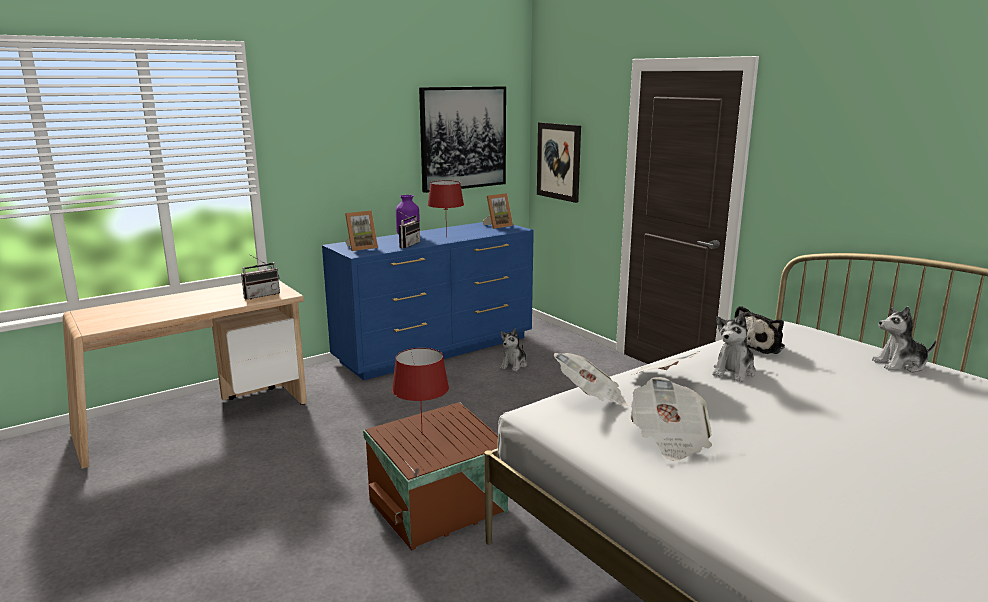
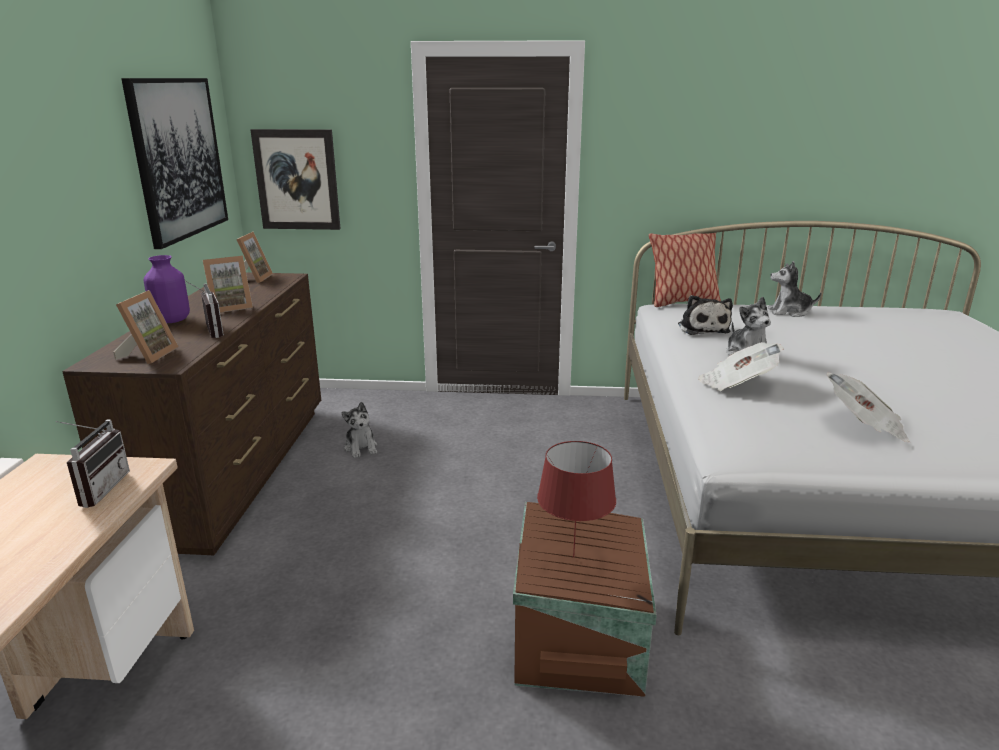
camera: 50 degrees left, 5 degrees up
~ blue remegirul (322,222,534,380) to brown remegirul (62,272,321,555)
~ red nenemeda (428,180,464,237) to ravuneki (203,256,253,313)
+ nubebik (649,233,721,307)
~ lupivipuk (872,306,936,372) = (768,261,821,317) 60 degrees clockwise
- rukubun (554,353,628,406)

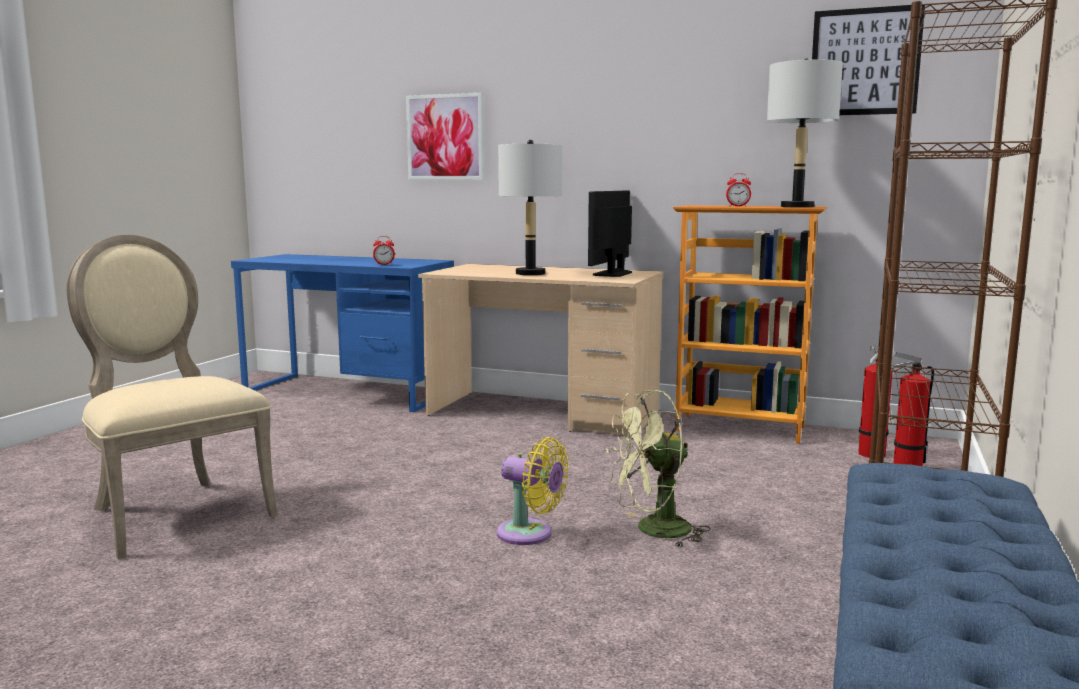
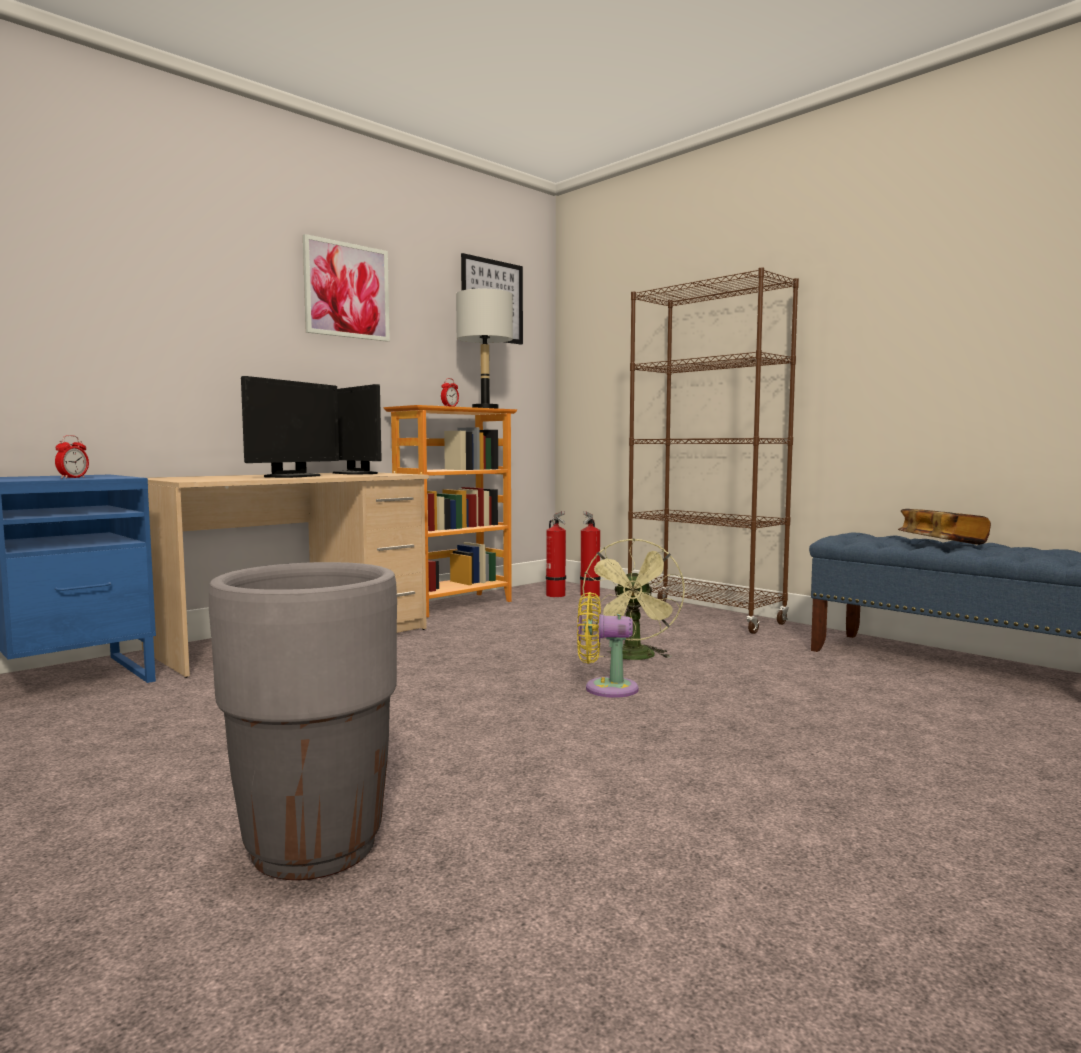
camera: 65 degrees left, 5 degrees down
~ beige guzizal (66,235,278,560) to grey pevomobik (209,562,397,880)
~ grey nenemeda (498,140,562,275) to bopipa (241,376,339,478)
~ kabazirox (406,93,484,180) to (303,234,390,342)
~ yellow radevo (497,437,569,545) = (577,592,638,698) 135 degrees counterclockwise
+ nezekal (898,509,991,545)

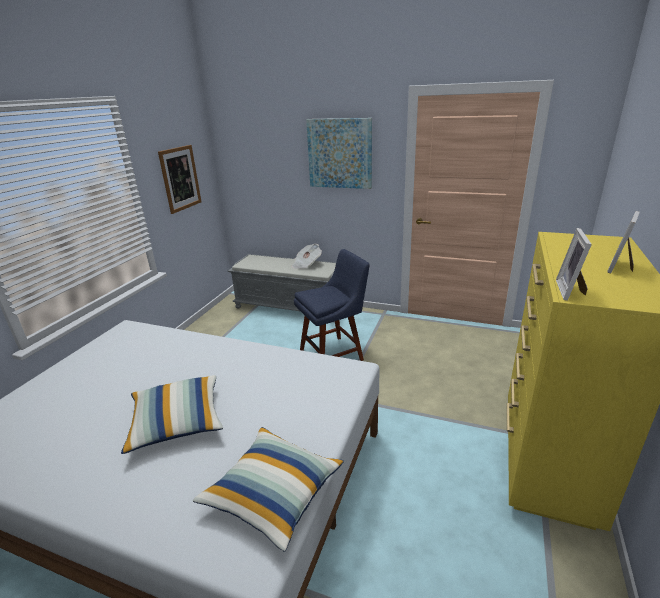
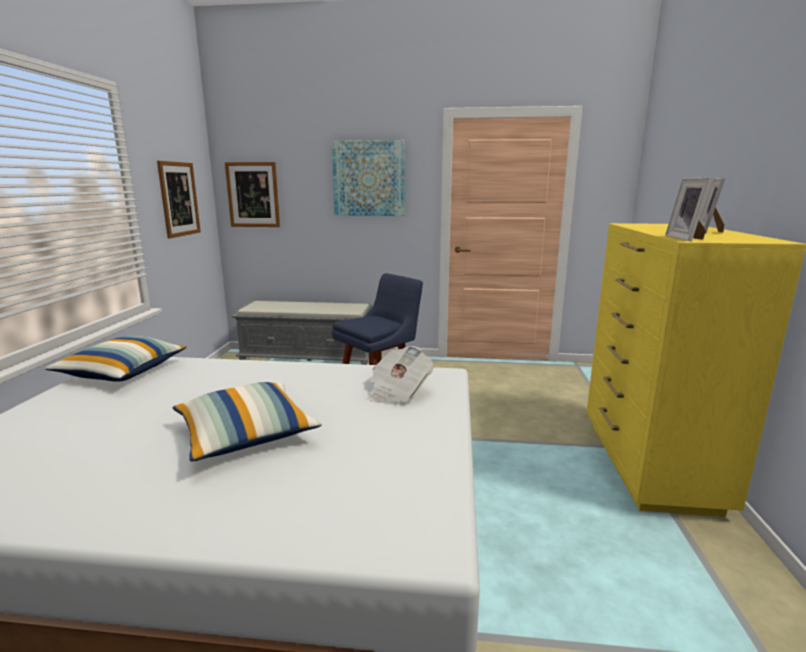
camera: 15 degrees left, 10 degrees down
~ nubebik (193,427,344,551) to (45,336,186,382)
+ kabazirox (225,162,280,227)
~ rukubun (291,244,322,269) to (368,346,433,403)

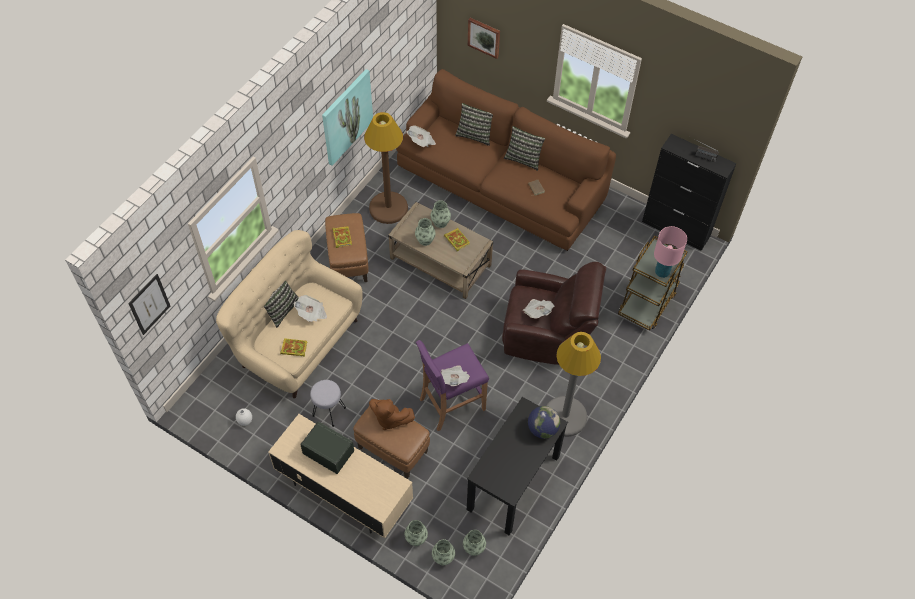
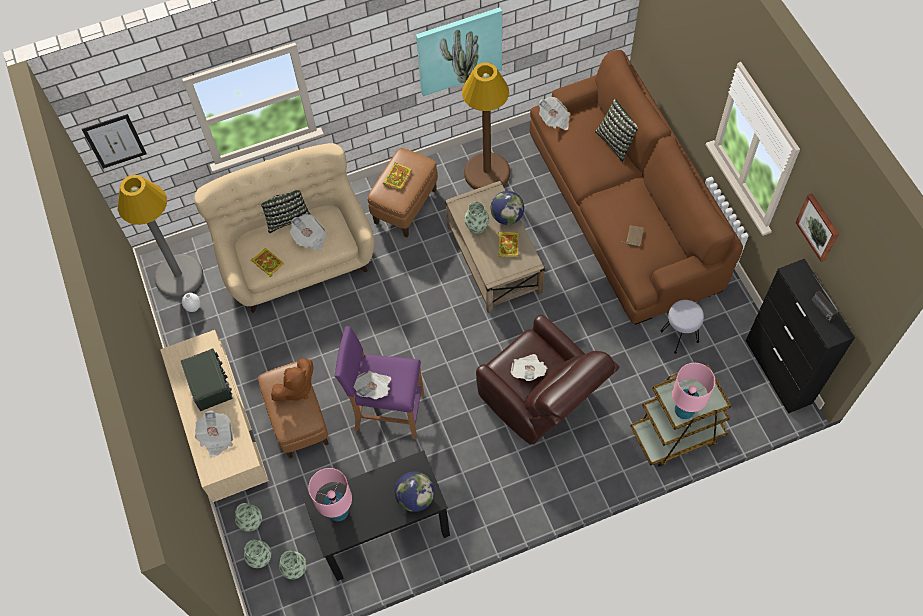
camera: 40 degrees right, 5 degrees up
~ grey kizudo (546,332,601,437) to (118,175,203,298)
+ rukubun (195,410,233,457)
~ brown lupivipuk (369,399,415,430) = (271,358,313,401) 105 degrees counterclockwise
+ pink nenemeda (308,468,352,521)
~ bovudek (431,200,451,228) to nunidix (491,191,524,225)
~ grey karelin (310,380,346,427) to (661,300,704,354)
~ kabazirox (468,18,500,59) to (795,193,839,262)
- nubebik (504,126,545,171)

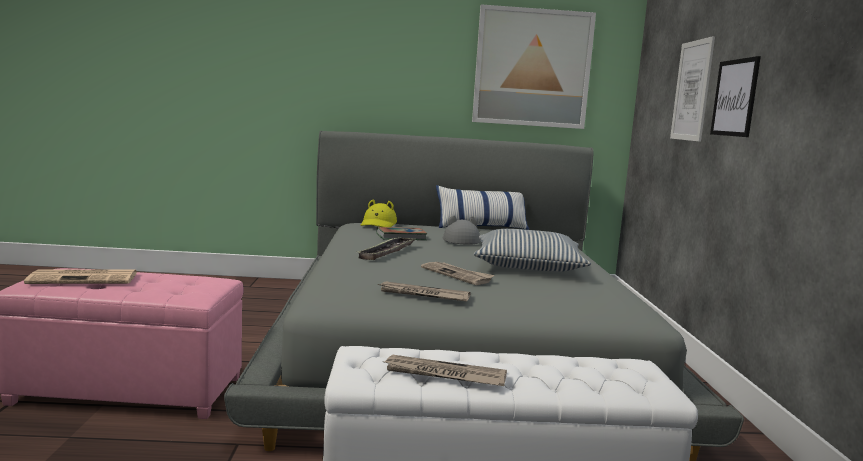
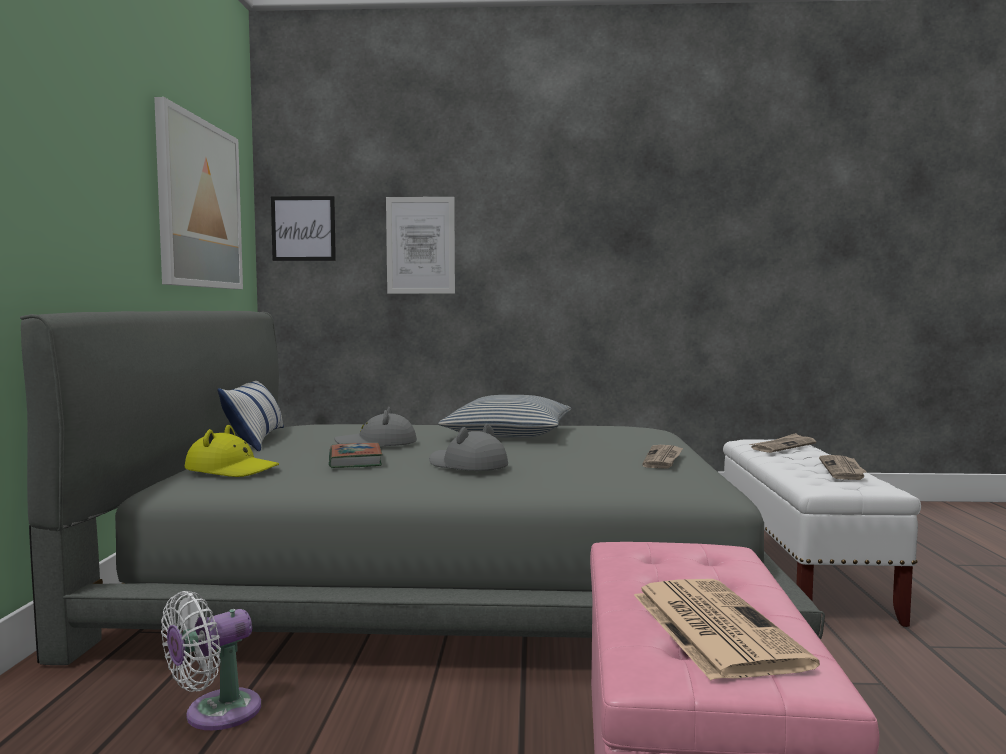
camera: 85 degrees left, 5 degrees down
+ white radevo (161,591,261,730)
~ kabazirox (710,56,761,137) to (271,196,336,261)
~ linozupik (356,237,415,260) to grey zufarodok (429,424,508,471)
~ rukubun (421,262,494,285) to (749,433,816,453)

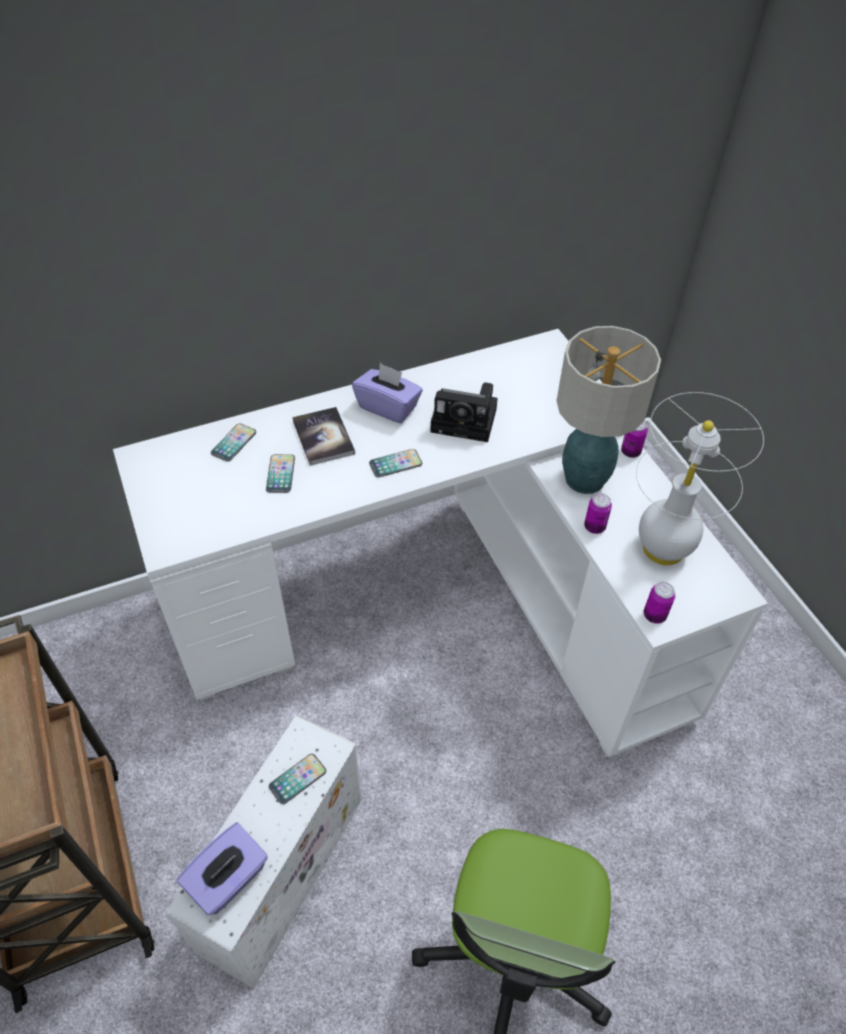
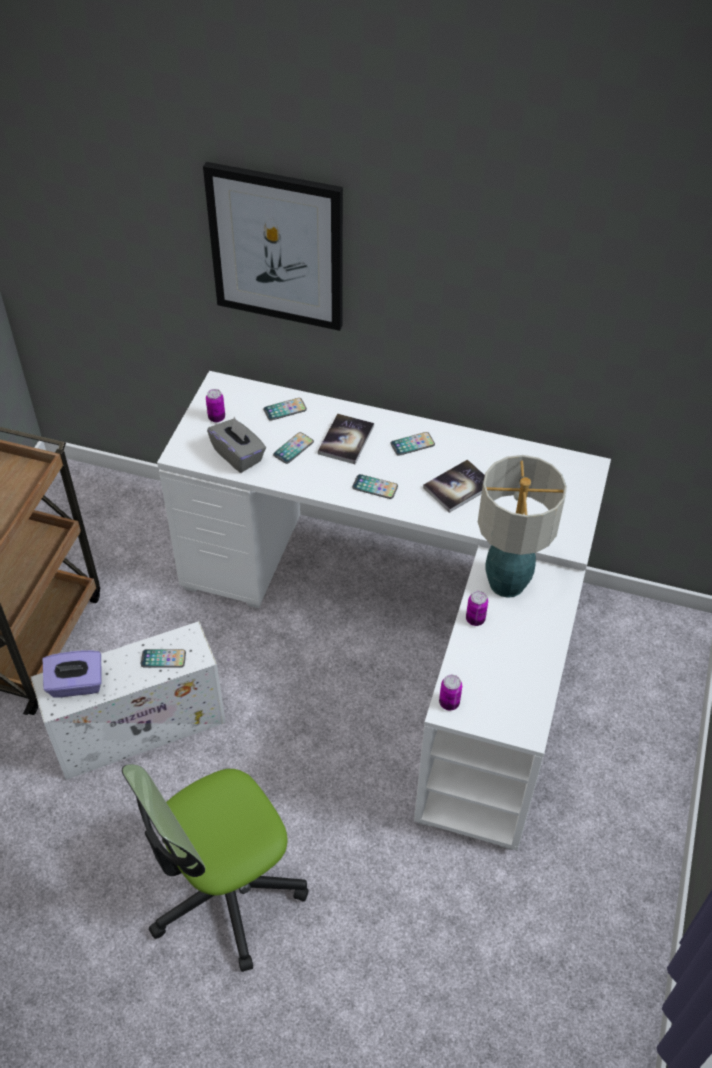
camera: 40 degrees right, 0 degrees up
+ kabazirox (203,162,343,331)
~ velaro (621,421,648,458) to (206,389,225,422)
+ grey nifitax (207,417,266,473)
~ purple nifitax (352,363,423,423) to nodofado (390,432,435,456)
~ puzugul (430,382,498,442) to nezekal (423,459,485,513)
- white nenemeda (636,392,764,565)

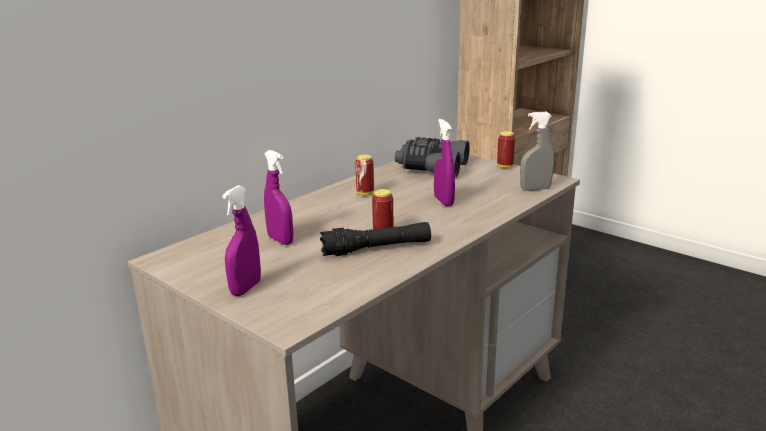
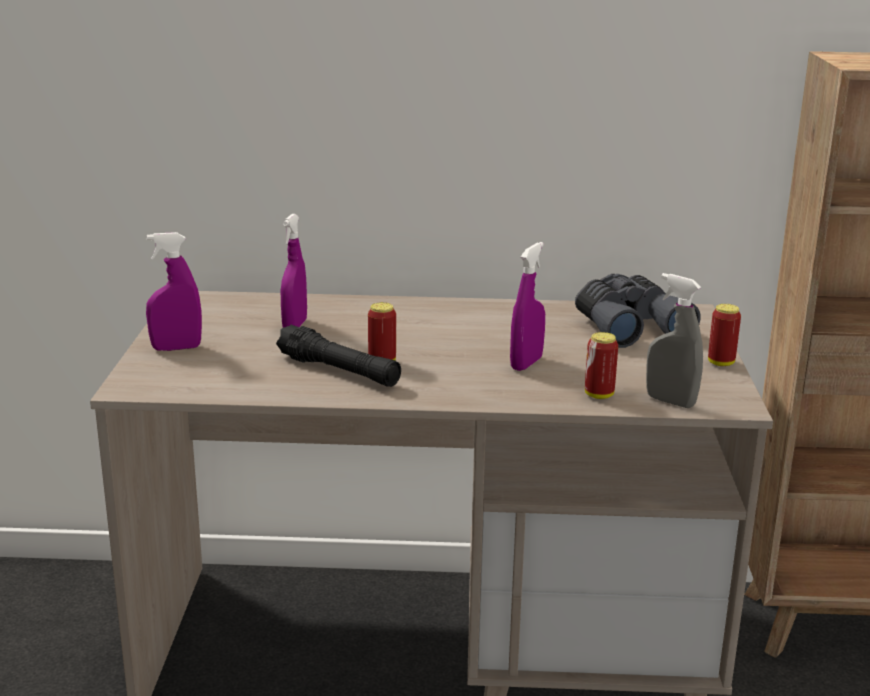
camera: 50 degrees right, 0 degrees up
~ velaro (355,155,374,196) to (585,332,618,399)

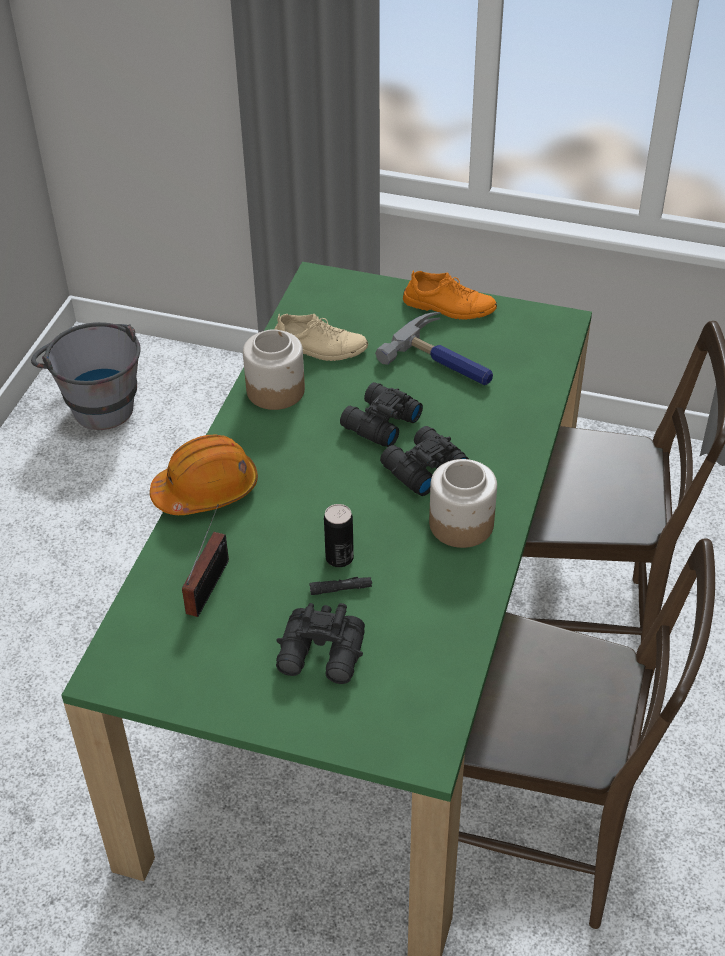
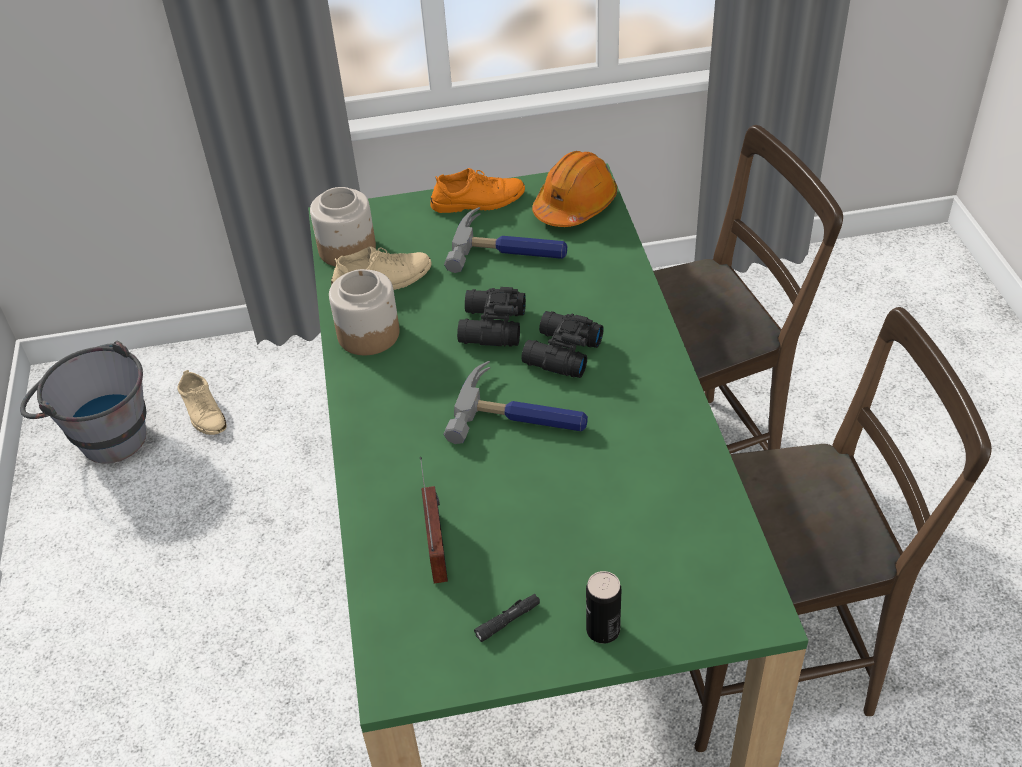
camera: 25 degrees left, 0 degrees up
+ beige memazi (178,370,227,435)
~ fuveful (429,459,497,548) to (310,187,376,267)
+ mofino (443,361,588,444)
~ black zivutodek (309,577,372,595) to (474,594,540,642)
~ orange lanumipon (150,435,258,515) to (532,151,617,227)
~ velaro (324,504,354,567) to (586,571,621,644)
- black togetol (276,603,365,684)

